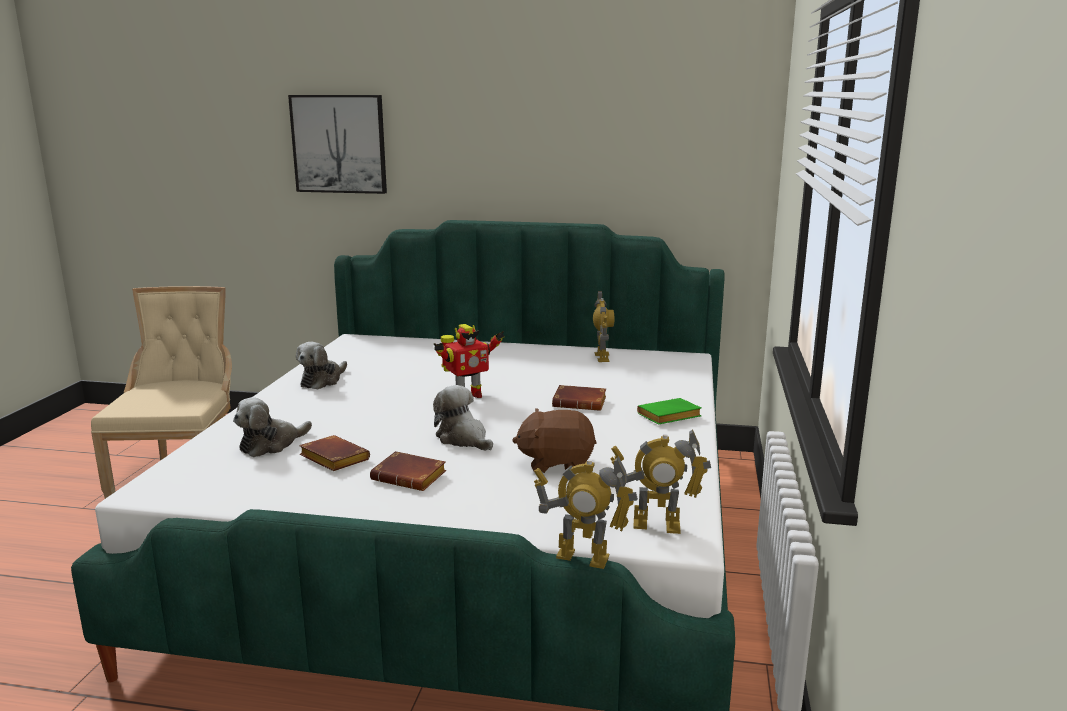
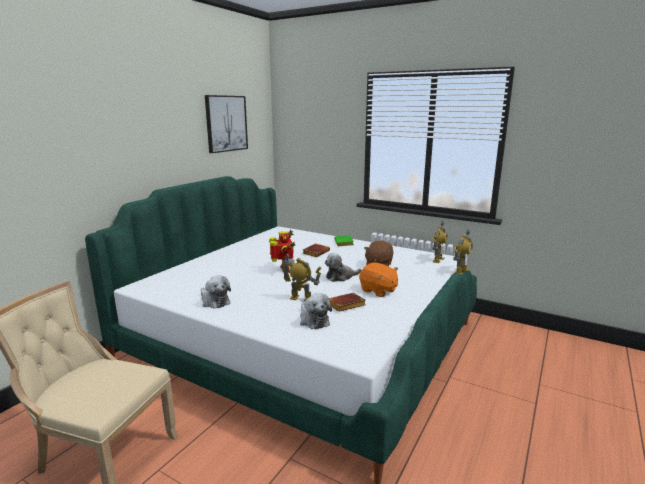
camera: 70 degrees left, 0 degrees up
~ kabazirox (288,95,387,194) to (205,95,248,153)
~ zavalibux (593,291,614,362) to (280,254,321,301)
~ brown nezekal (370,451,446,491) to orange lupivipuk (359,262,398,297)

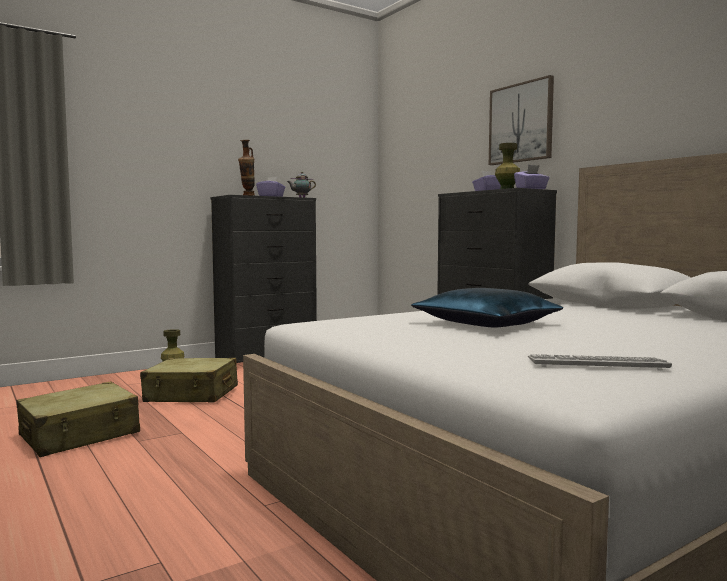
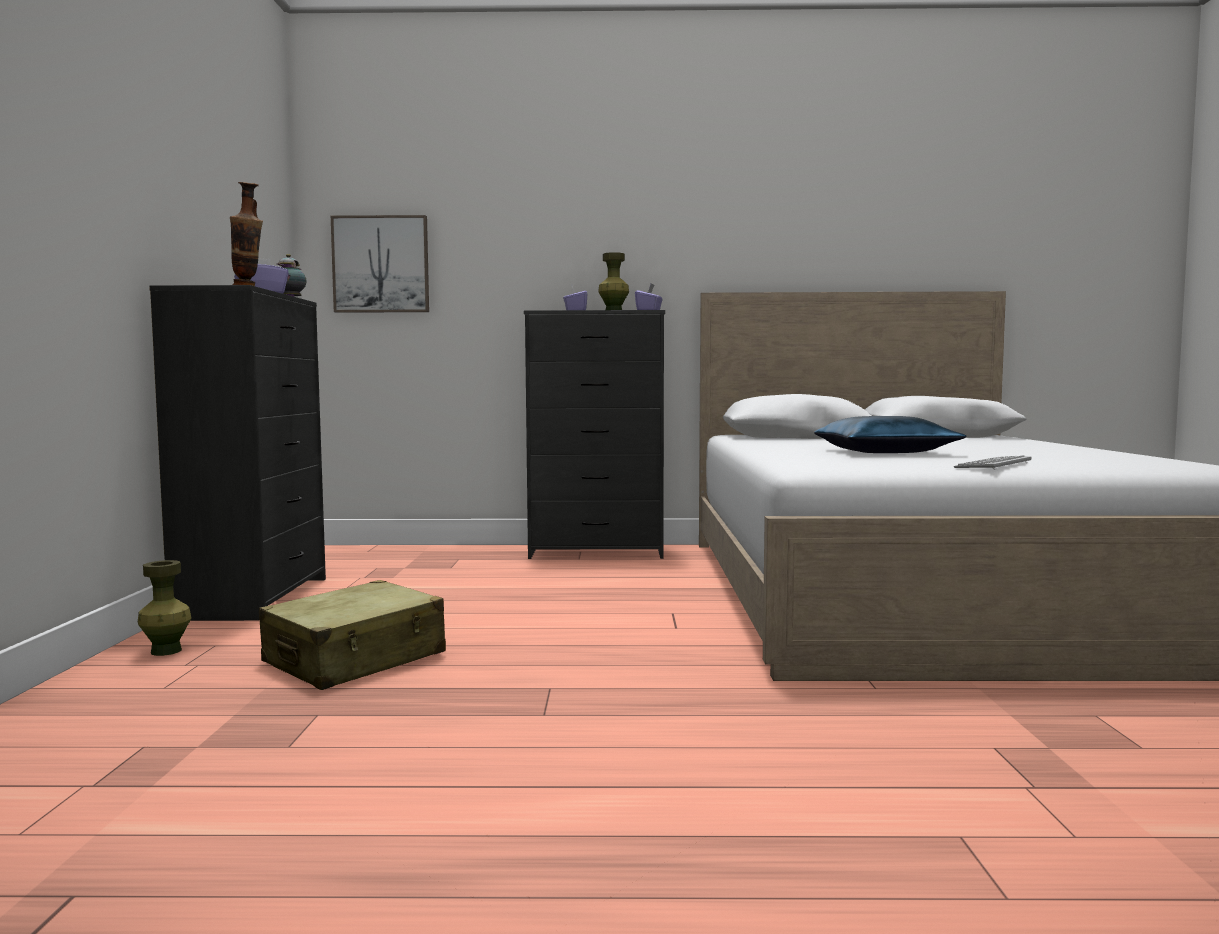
camera: 55 degrees left, 0 degrees up
~ kabazirox (489,75,554,165) to (331,215,429,313)
~ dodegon (528,354,672,371) to (954,455,1031,470)
- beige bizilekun (16,382,140,457)

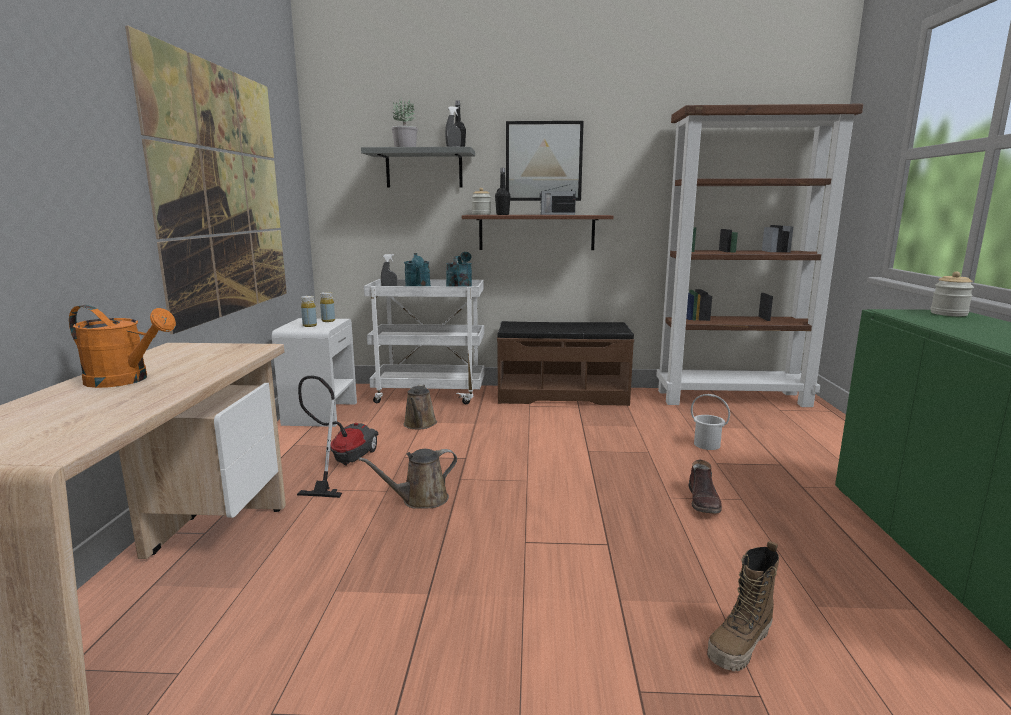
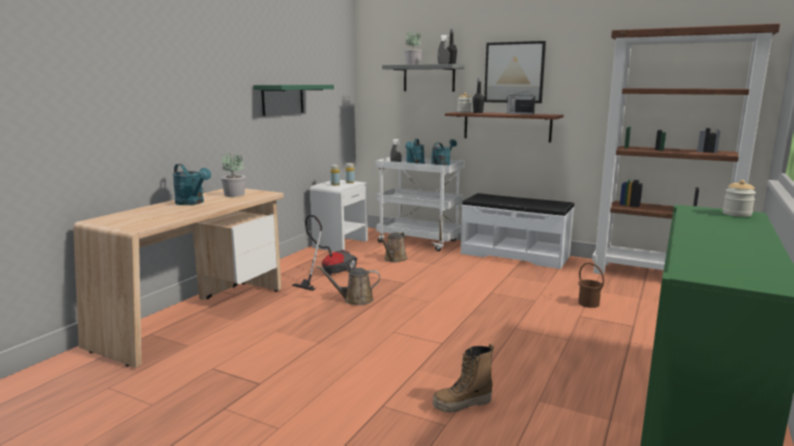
camera: 25 degrees right, 0 degrees up
~ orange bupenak (69,305,176,388) to turquoise bupenak (172,164,211,205)
+ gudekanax (221,153,246,197)
~ kabazirox (125,26,287,334) to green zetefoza (253,85,334,116)
~ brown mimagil (497,321,634,406) to white mimagil (461,193,574,269)
~ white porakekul (691,394,730,450) to brown porakekul (578,263,604,308)
- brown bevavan (689,460,722,514)

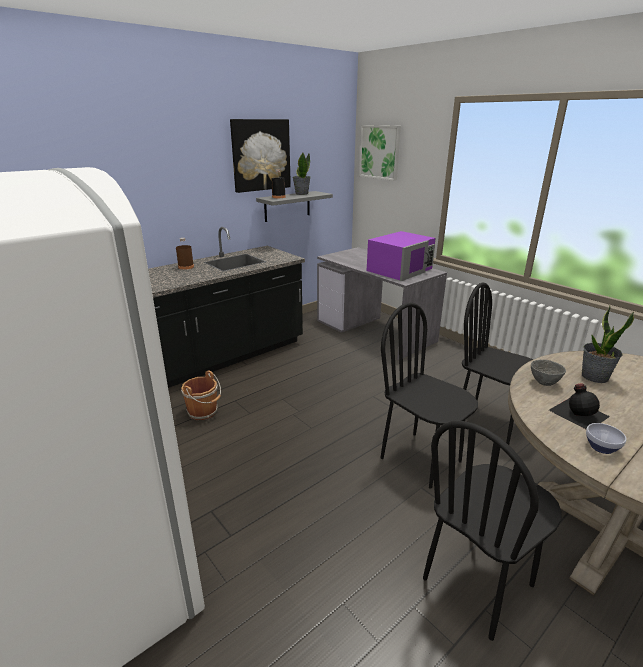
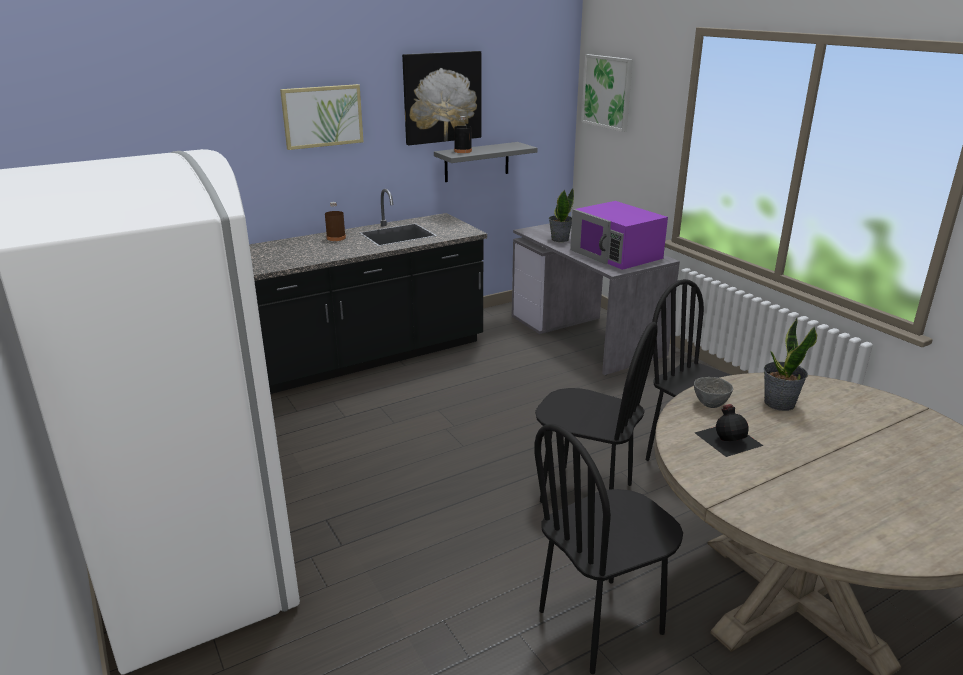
camera: 10 degrees right, 0 degrees up
+ kabazirox (280,84,364,150)
~ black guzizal (380,303,478,489) = (535,322,658,503) 150 degrees clockwise
~ gudekanax (293,153,310,195) to (549,189,574,242)
~ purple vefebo (367,231,436,281) = (570,201,668,270) 90 degrees clockwise
- brown porakekul (181,370,221,420)
- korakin (586,423,626,454)

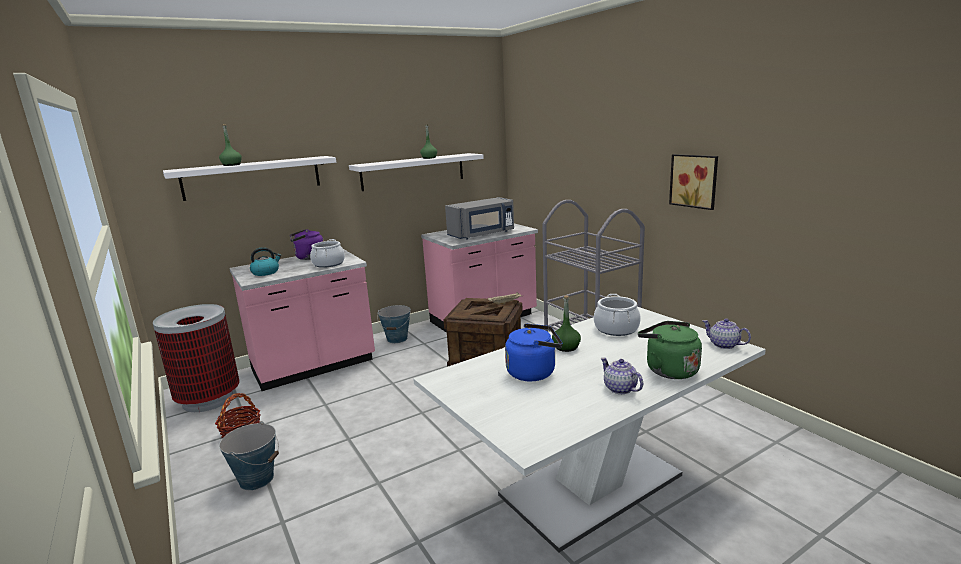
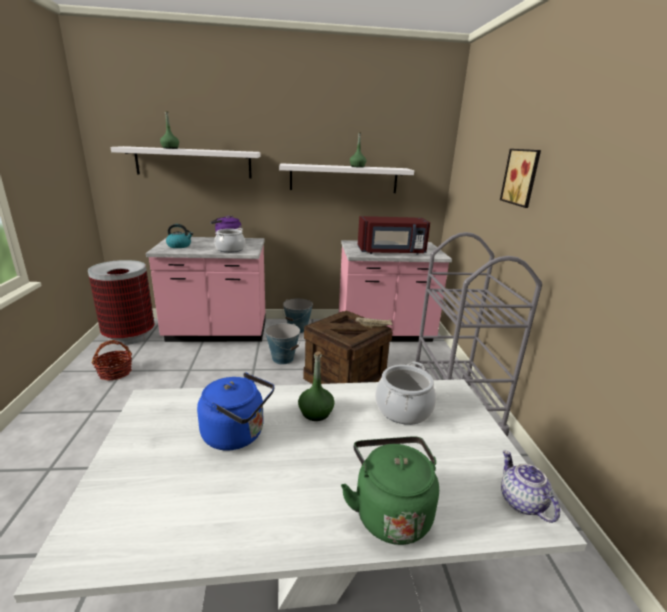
camera: 25 degrees right, 5 degrees up
~ porakekul (219,421,279,490) to (265,323,301,364)
~ grey vefebo (445,197,514,240) to red vefebo (358,216,430,255)
~ kabazirox (669,154,718,210) to (500,149,541,208)
- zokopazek (601,358,643,394)

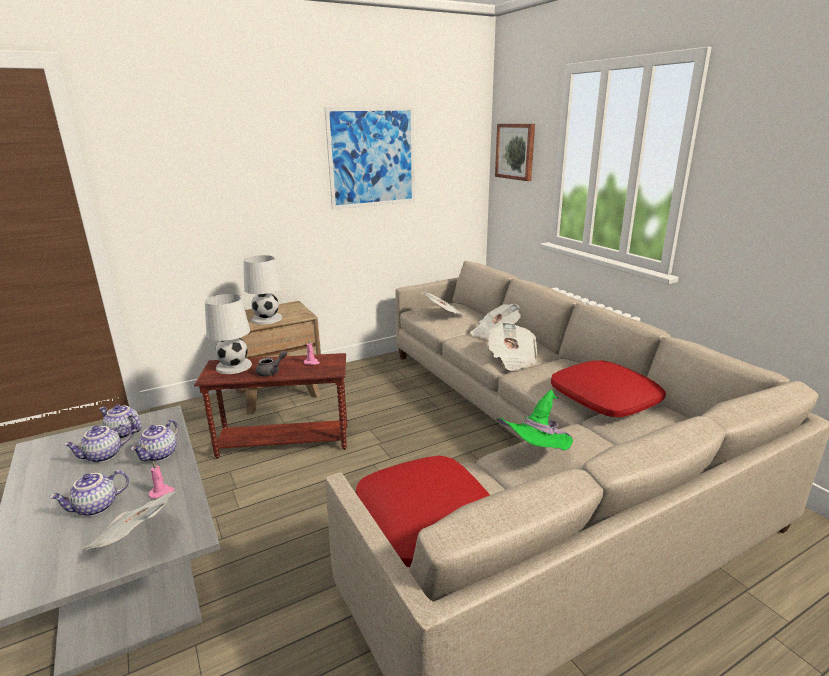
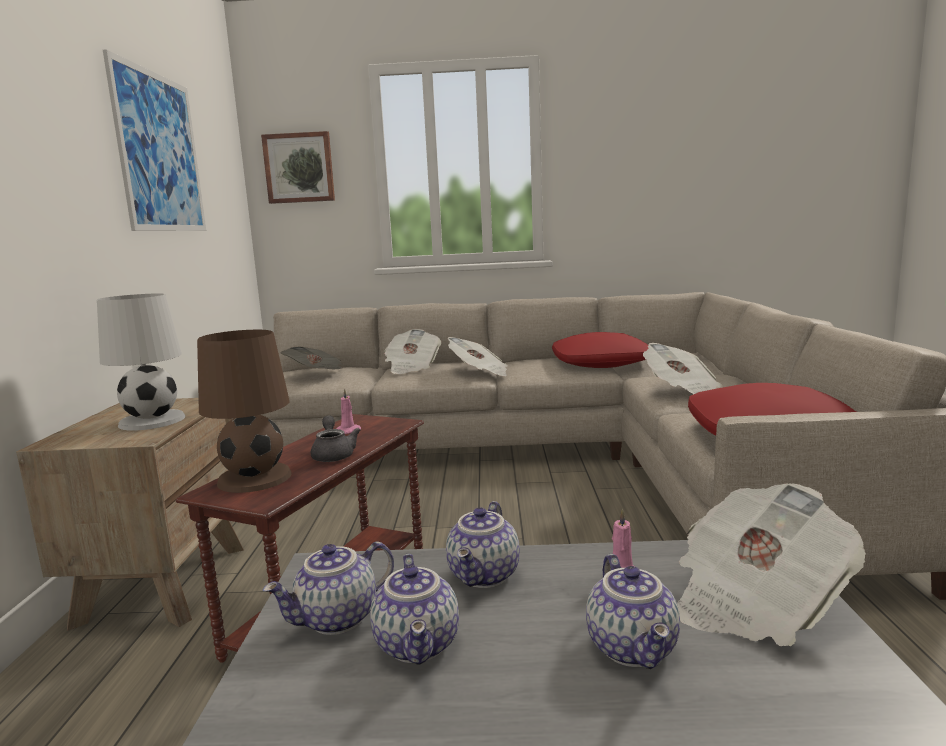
camera: 60 degrees left, 10 degrees down
~ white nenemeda (205,294,252,374) to brown nenemeda (197,330,292,493)
~ zokopazek (131,419,179,461) = (446,501,520,588) 60 degrees clockwise
~ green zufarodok (496,390,573,450) to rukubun (643,343,721,394)

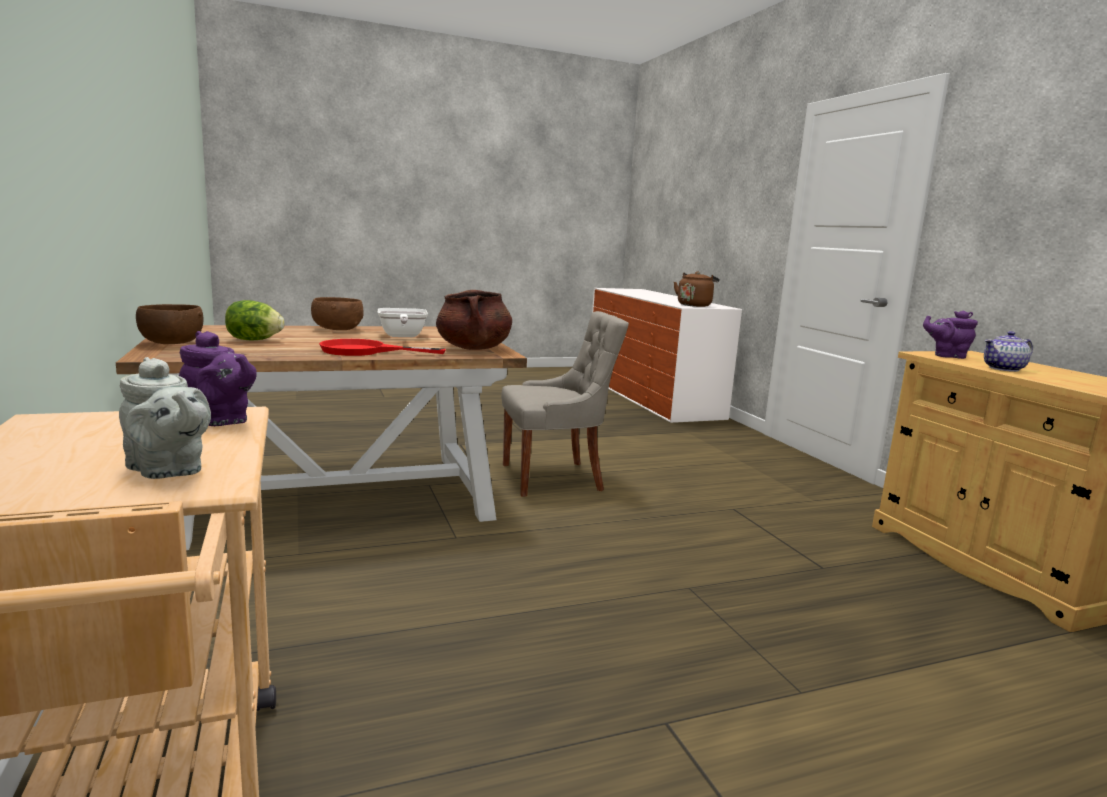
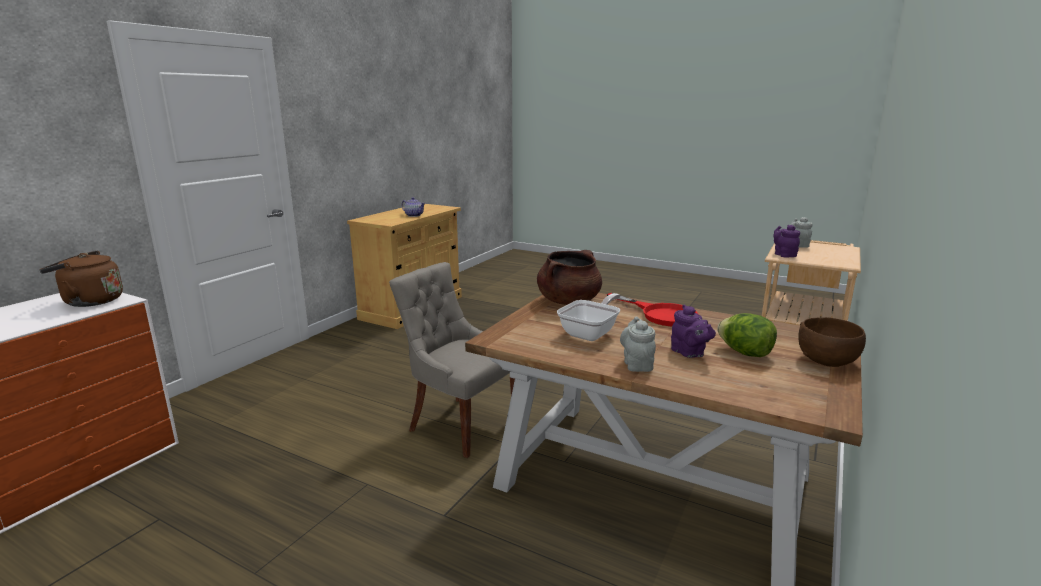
camera: 130 degrees left, 5 degrees up
~ brown korakin (311,297,363,330) to grey zokopazek (620,317,656,372)
~ purple zokopazek (923,311,978,359) to (671,304,716,358)

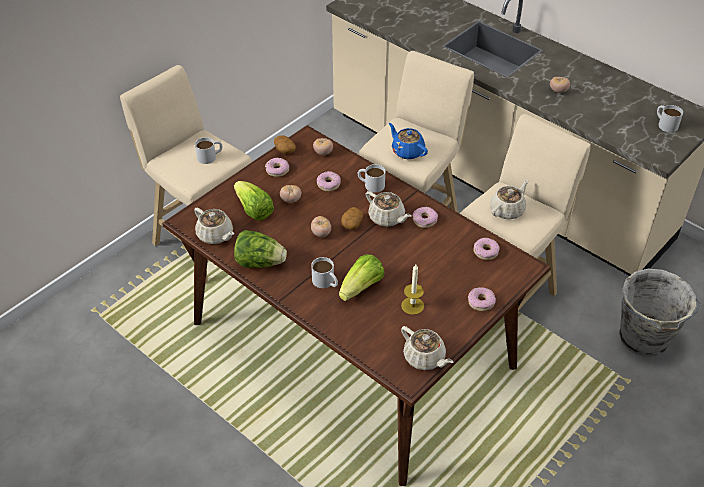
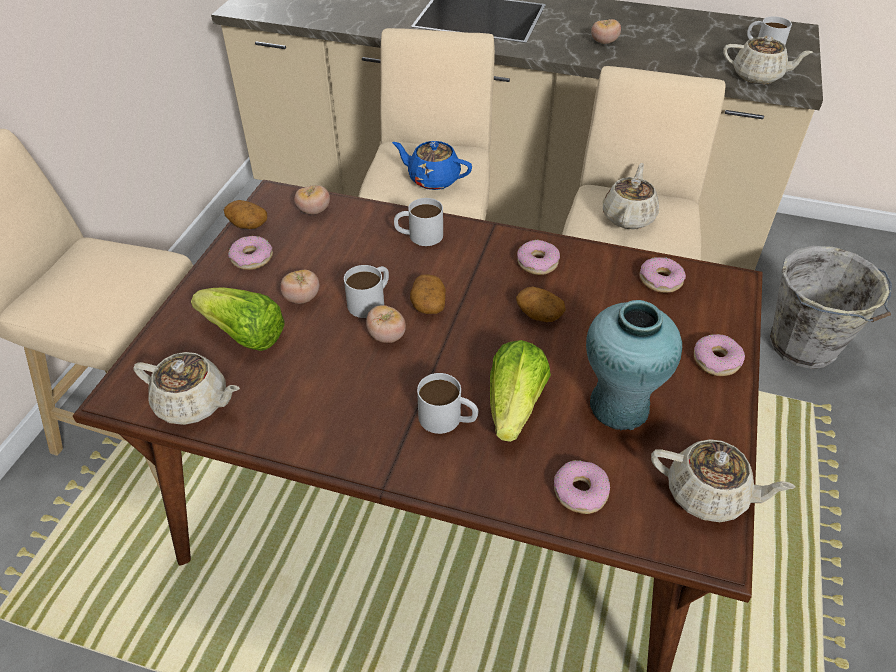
camera: 25 degrees left, 0 degrees up
~ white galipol (195,137,222,164) to (344,265,389,318)
+ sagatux (516,287,566,322)
~ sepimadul (317,171,341,191) to (554,460,610,514)
~ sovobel (401,264,424,315) to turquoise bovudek (586,300,682,430)
~ beige zokopazek (366,191,412,227) to (723,36,813,84)
- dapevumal (234,230,287,268)

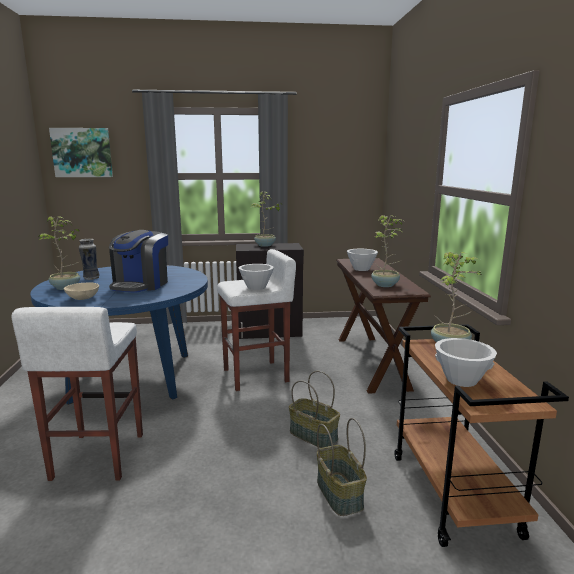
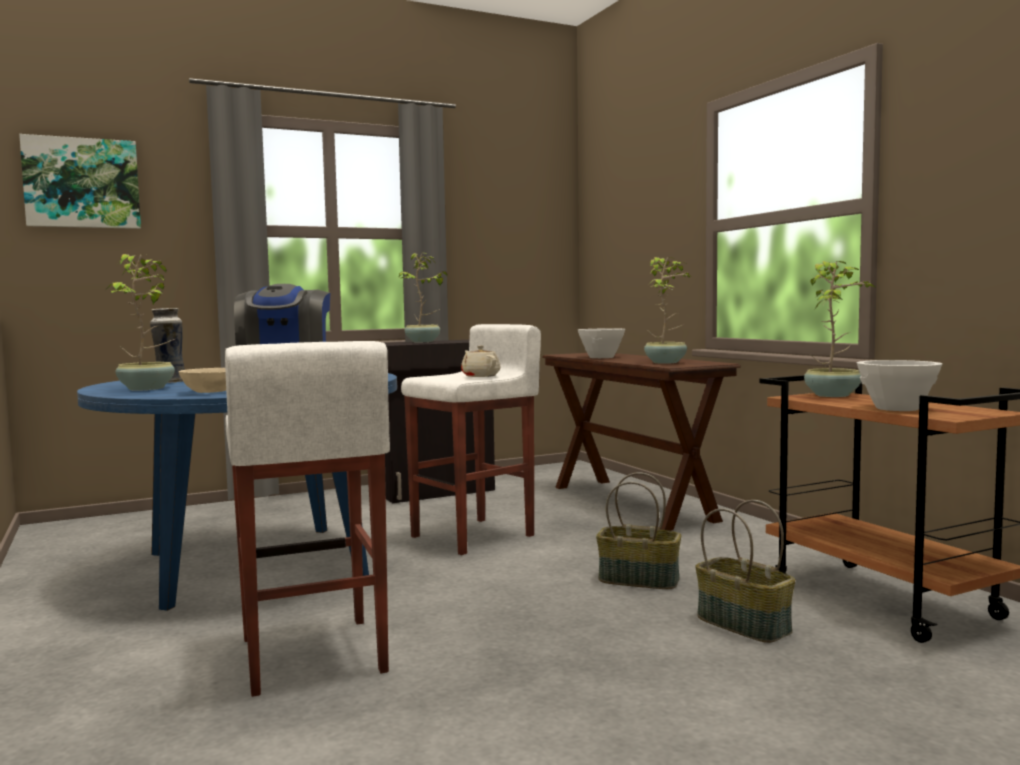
camera: 20 degrees left, 10 degrees down
~ white korakin (239,264,274,290) to beige zokopazek (461,345,501,377)

